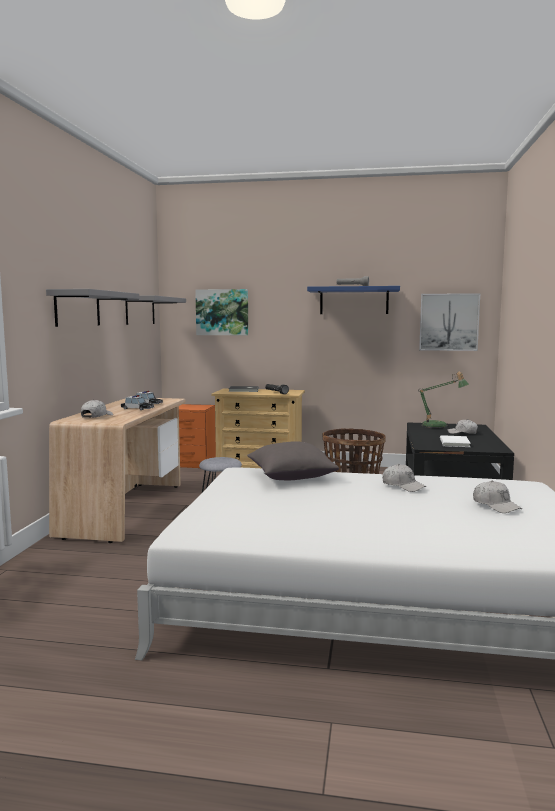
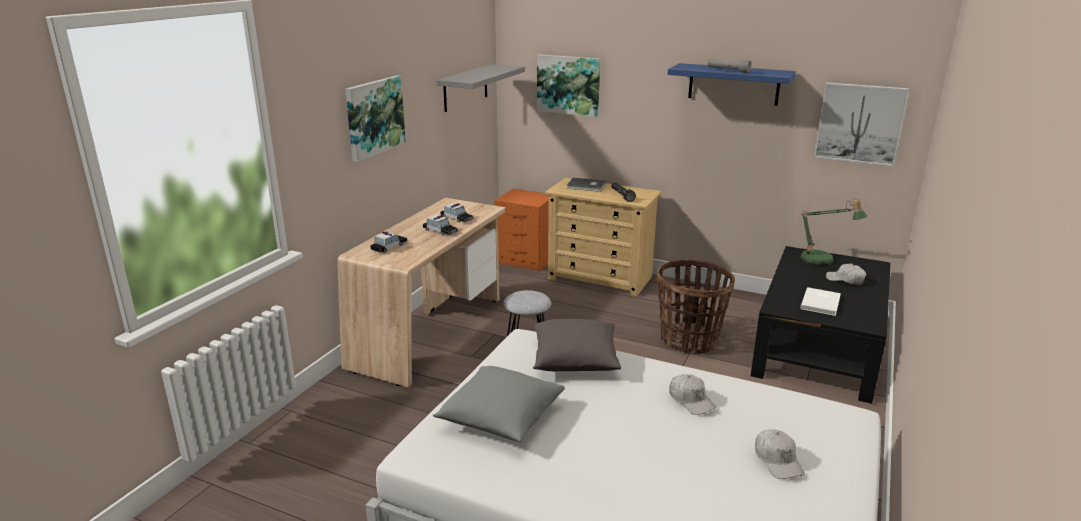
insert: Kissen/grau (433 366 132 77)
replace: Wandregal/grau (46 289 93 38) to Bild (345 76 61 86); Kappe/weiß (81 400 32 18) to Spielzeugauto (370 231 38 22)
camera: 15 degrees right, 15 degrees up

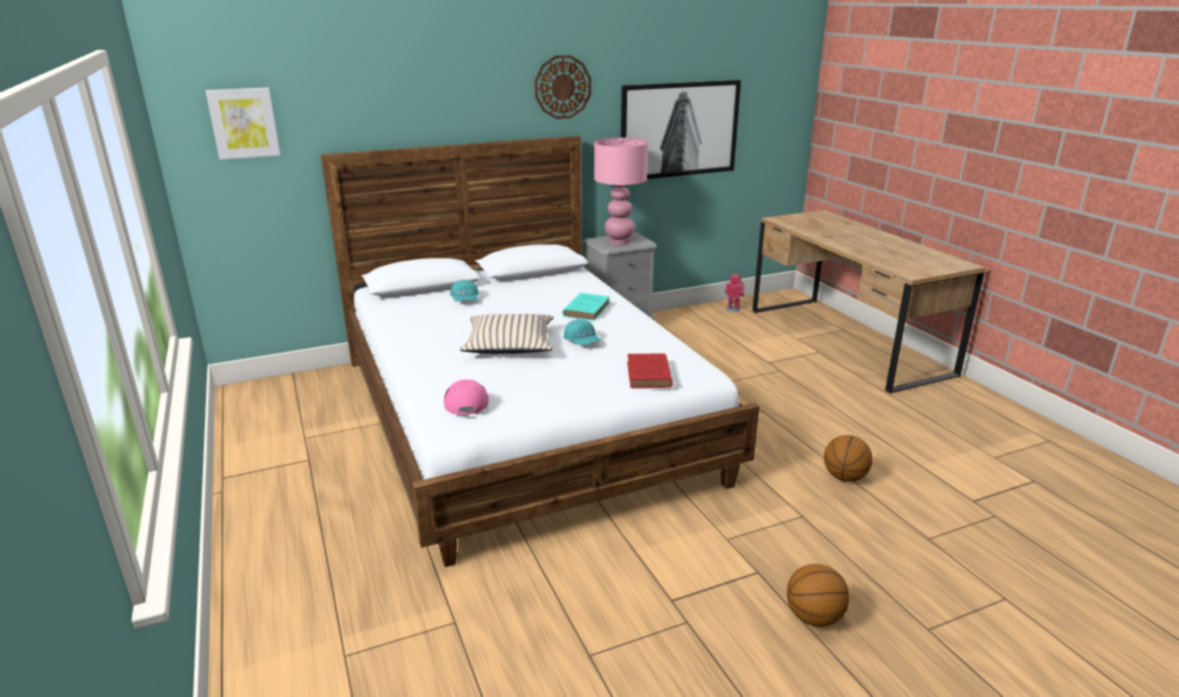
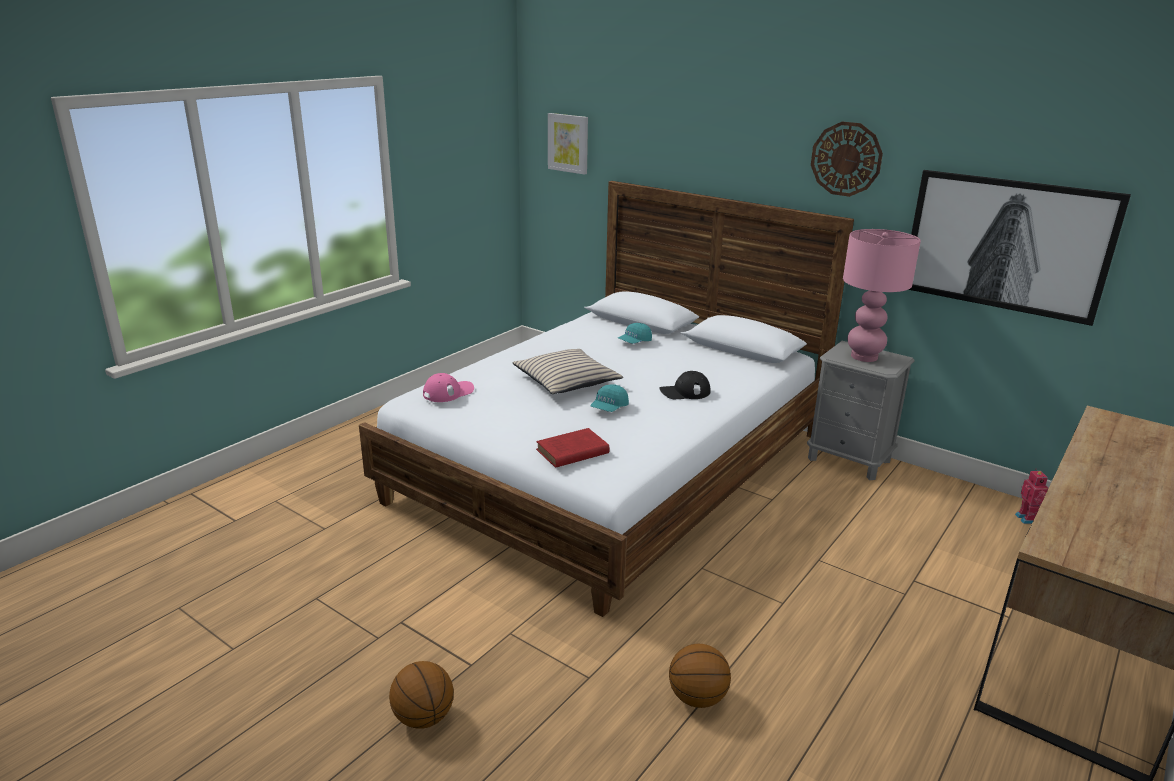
replace: Buch/türkis (563 293 47 28) to Kappe/schwarz (659 371 52 28)
camera: 60 degrees right, 0 degrees up

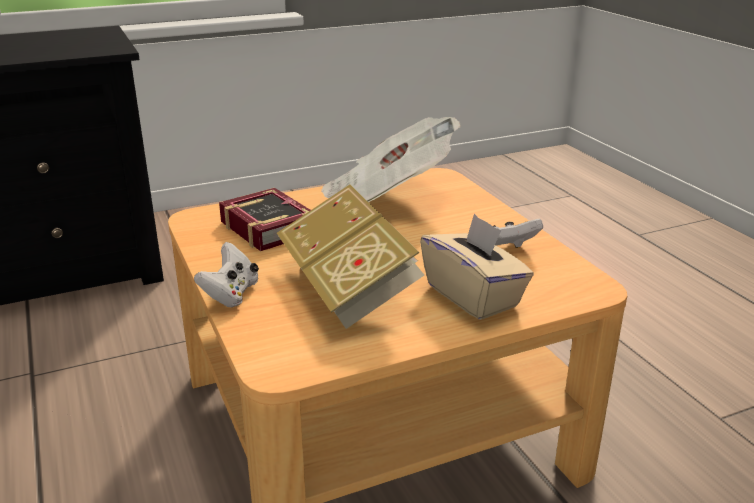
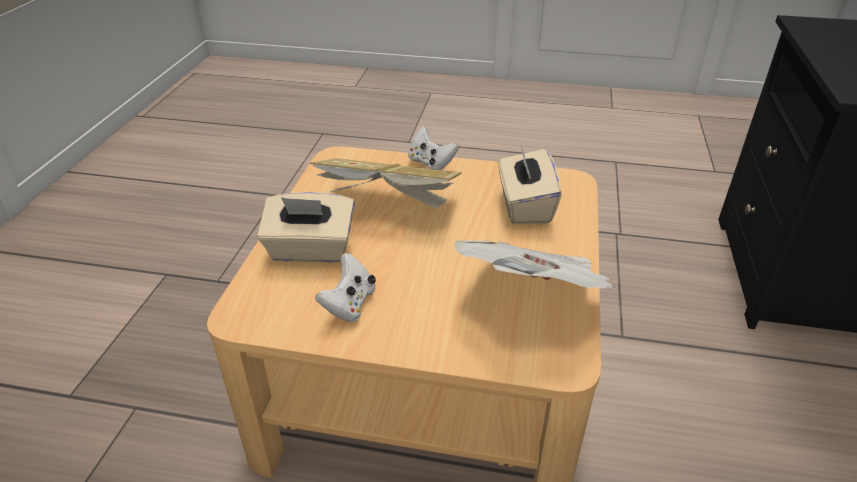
replace: Buch (219 188 91 63) to Taschentuchbox/beige (499 144 63 80)
camera: 125 degrees right, 10 degrees up

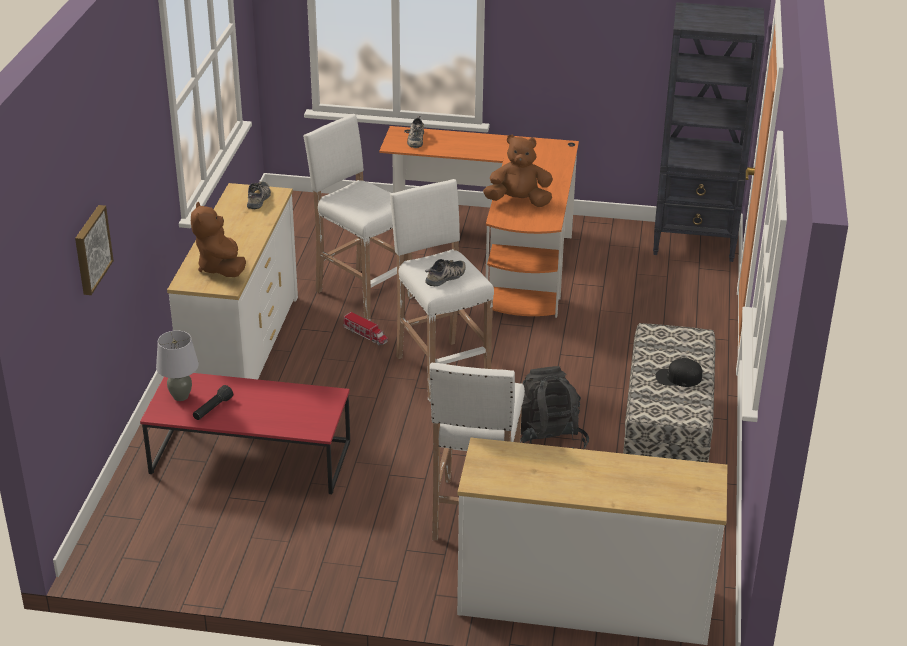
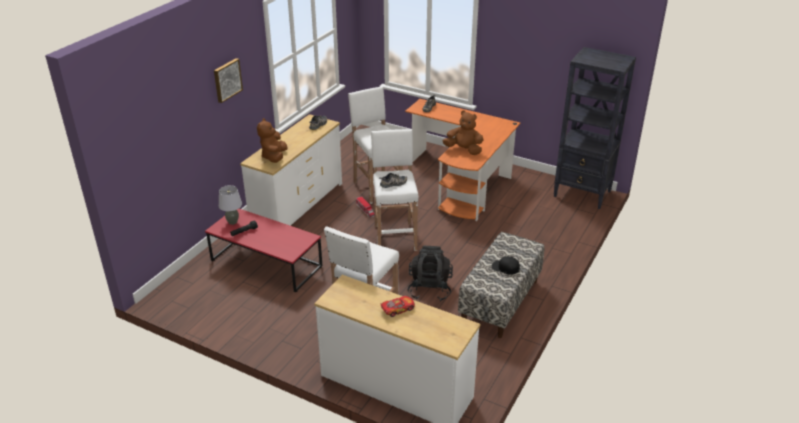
insert: Spielzeugauto (380 296 35 21)
move: Bild (75 205 39 90) to (214 58 29 45)
camera: 20 degrees right, 0 degrees up

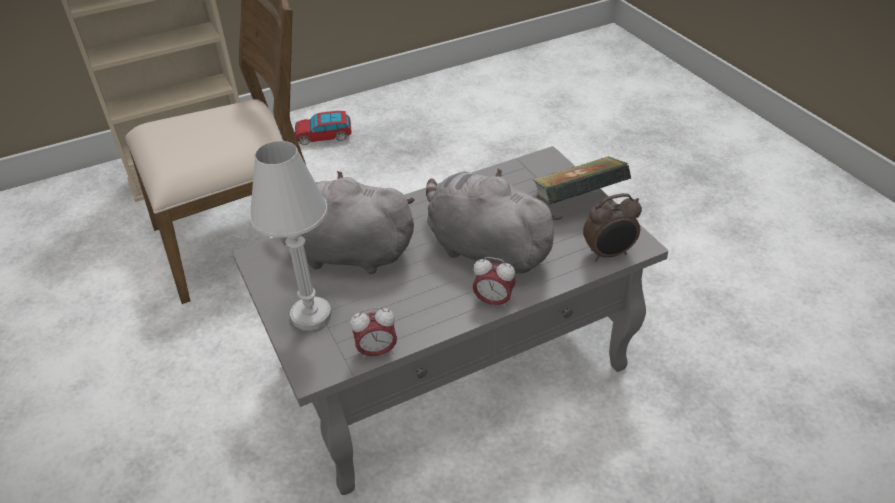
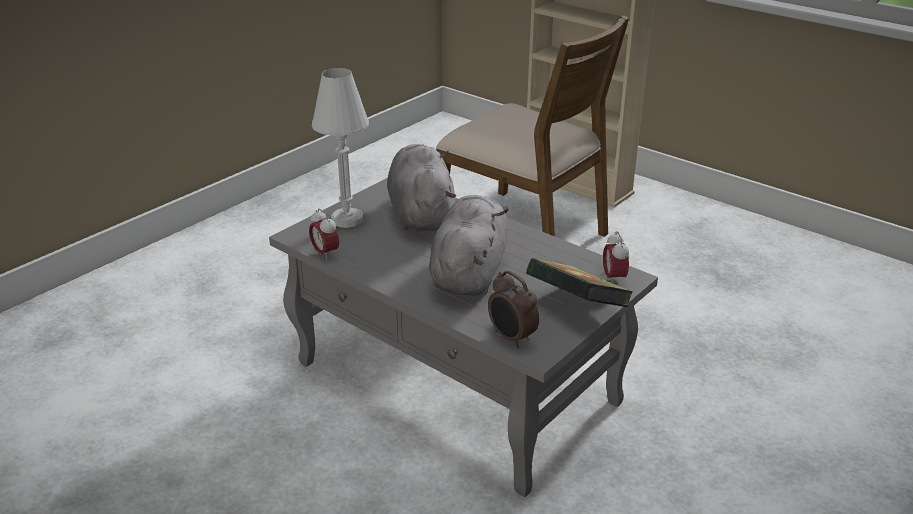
delete: Spielzeugauto (295 111 57 34)
move: Wecker (472 257 44 52) to (603 231 26 52)
camera: 65 degrees right, 10 degrees down

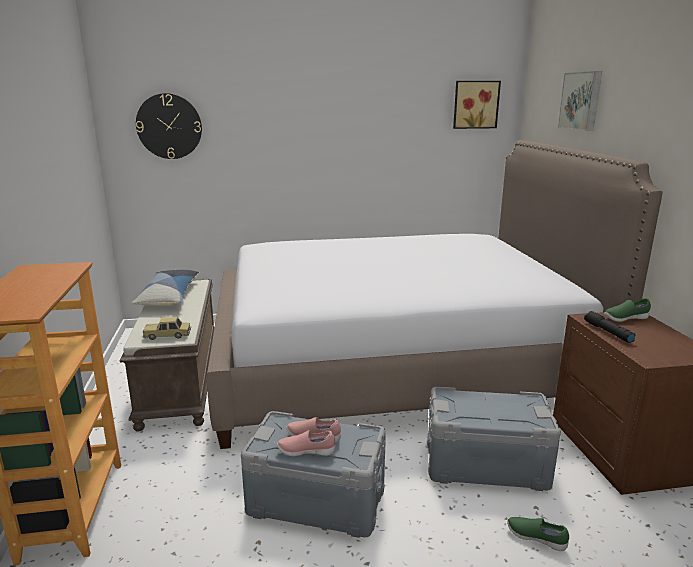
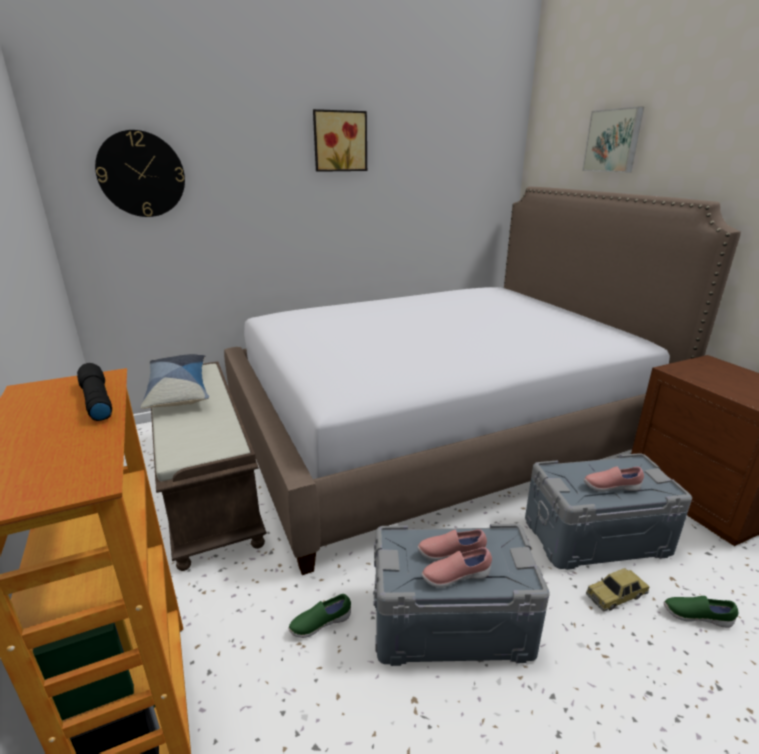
insert: Schuh/rosa (584 466 60 26)
move: Taschenlampe/schwarz (584 311 51 32) to (77 363 35 58); Schuh/grün (604 298 47 24) to (288 594 63 44); Bild (453 81 48 48) to (313 109 54 63); Spielzeugauto (143 317 48 23) to (586 568 64 44)
camera: 15 degrees left, 5 degrees up

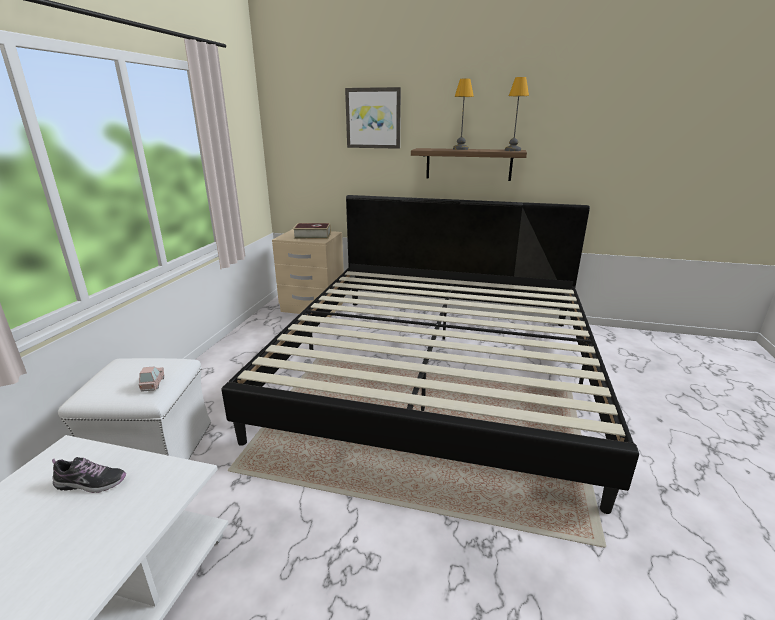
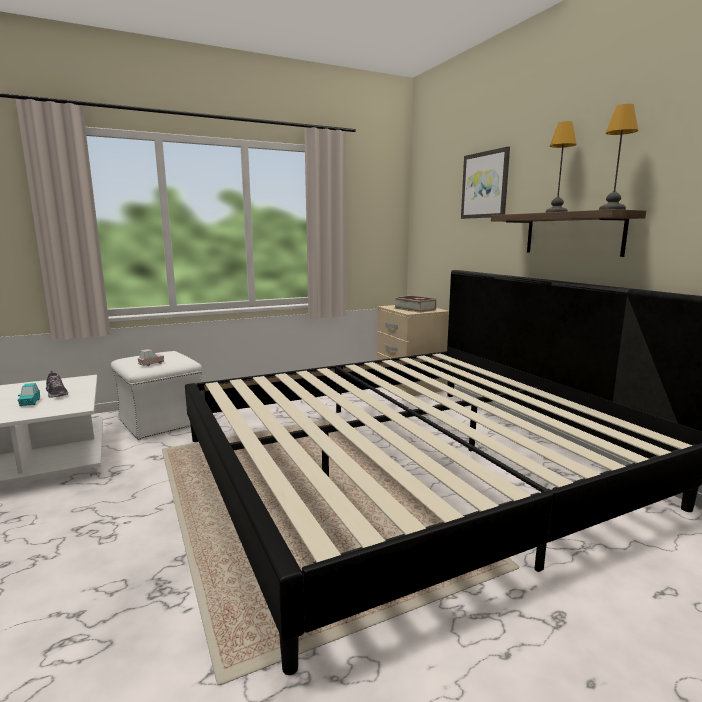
insert: Spielzeugauto/türkis (18 383 22 23)
camera: 50 degrees right, 10 degrees down

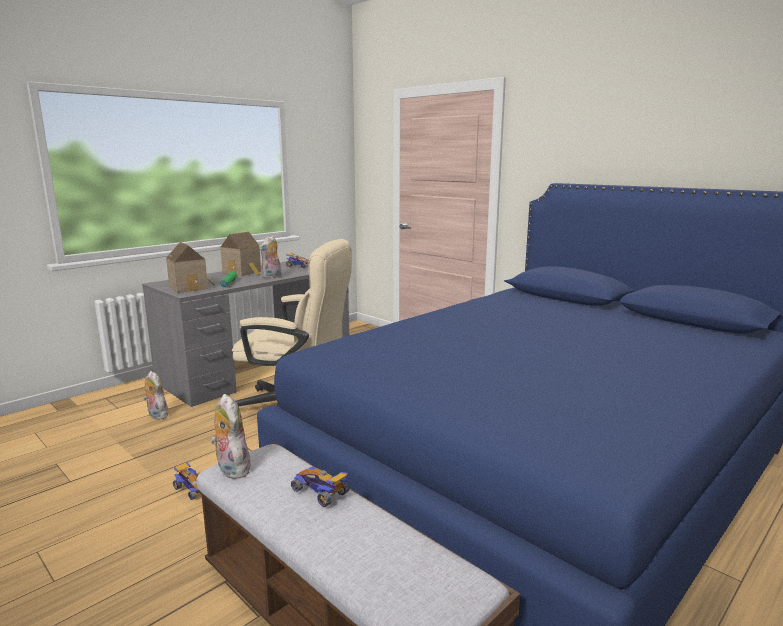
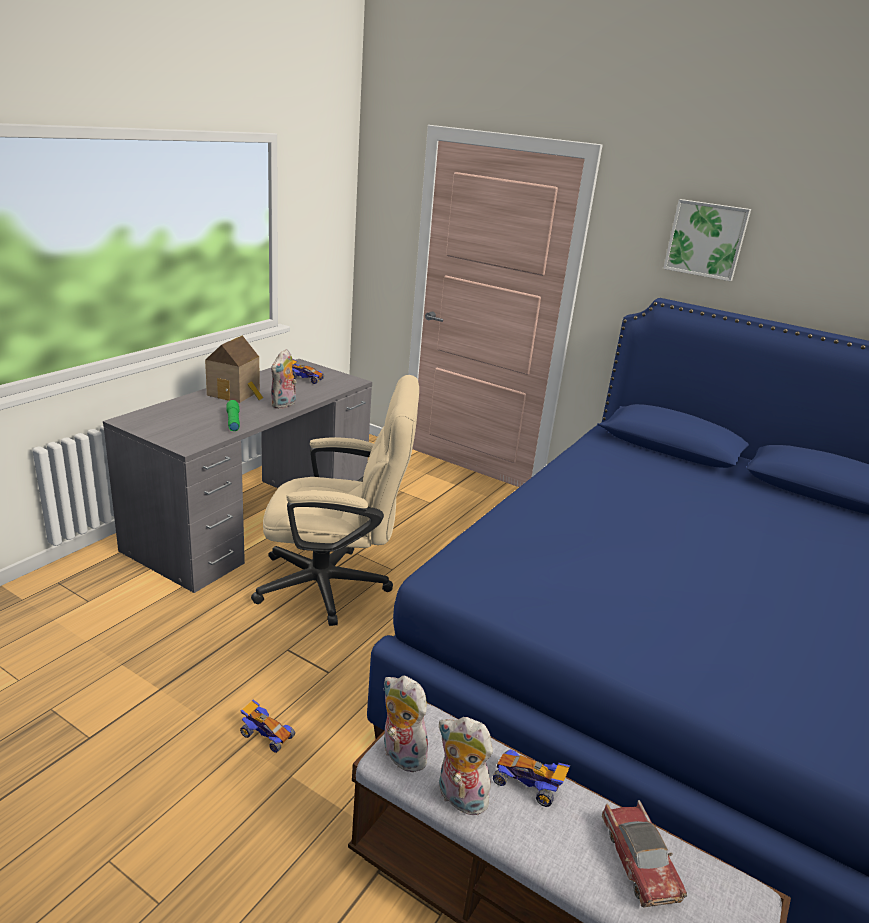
delete: Spielzeughaus (166 242 49 51)
insert: Spielzeugauto (602 800 85 108); Bild (663 199 88 82)
move: Plüschtier (143 371 25 49) to (439 717 54 98)
camera: 15 degrees left, 10 degrees up

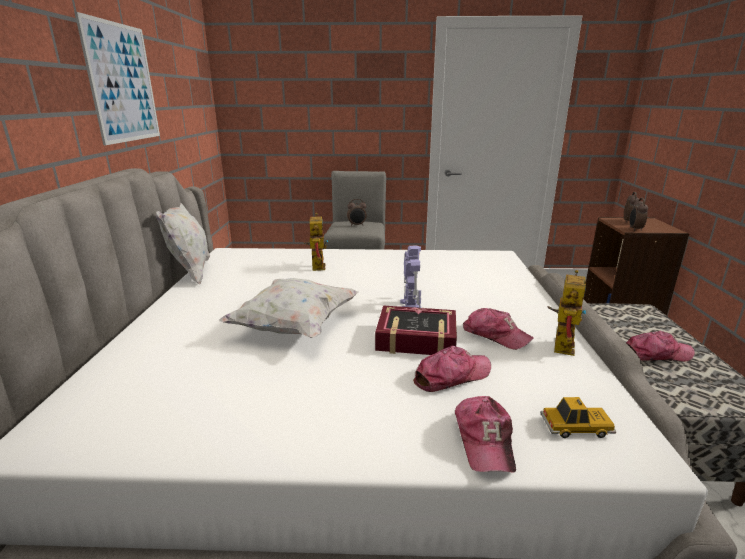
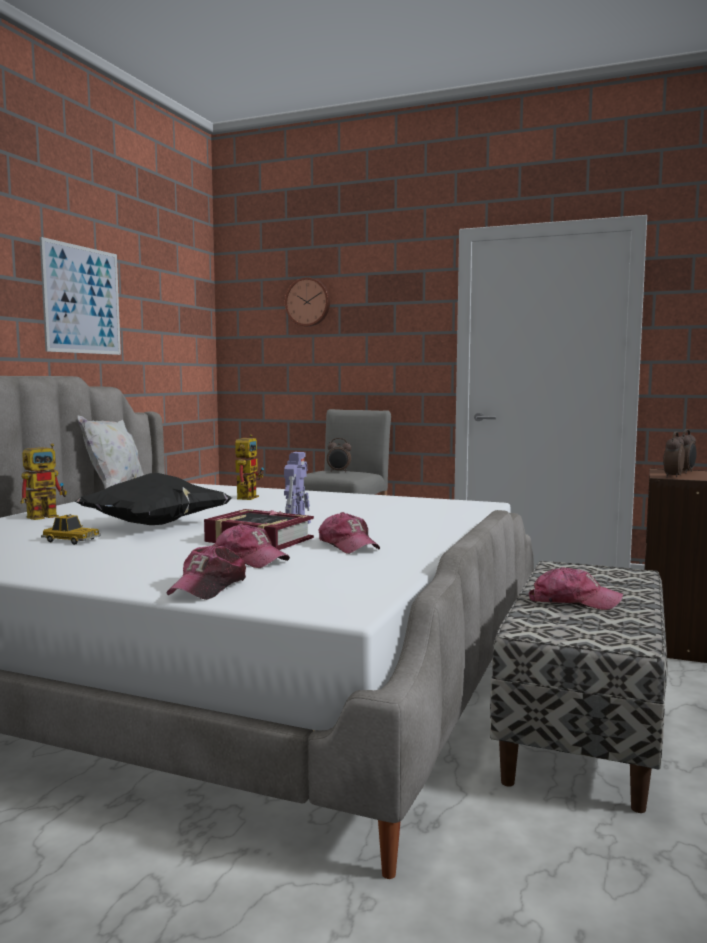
insert: Wanduhr (285 277 45 50)
move: Spielzeugroboter (548 270 38 86) to (20 444 47 76); Spielzeugauto (540 397 76 41) to (41 514 60 31)
recolor: Kissen/weiß (219 278 140 60) to Kissen/schwarz (75 473 157 52)
rotate: Kappe (413 346 78 46) = (213 524 77 44) 45 degrees clockwise
camera: 20 degrees right, 15 degrees down

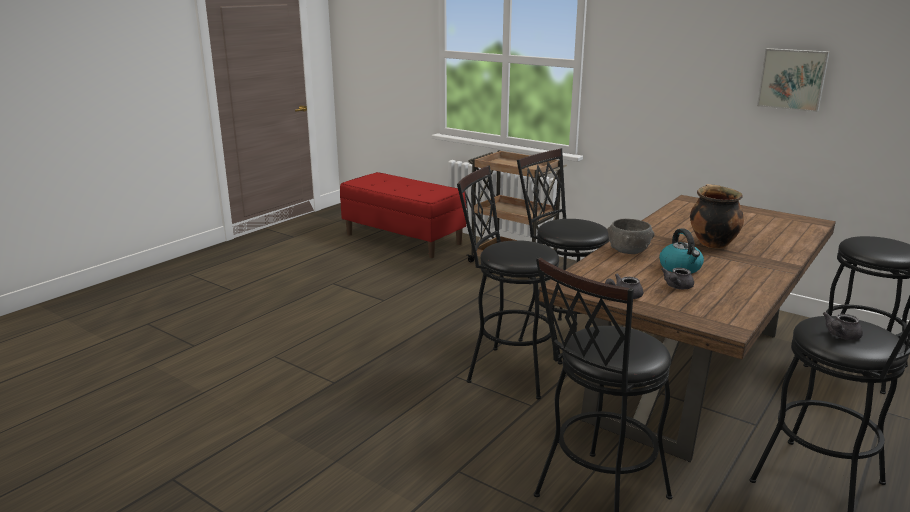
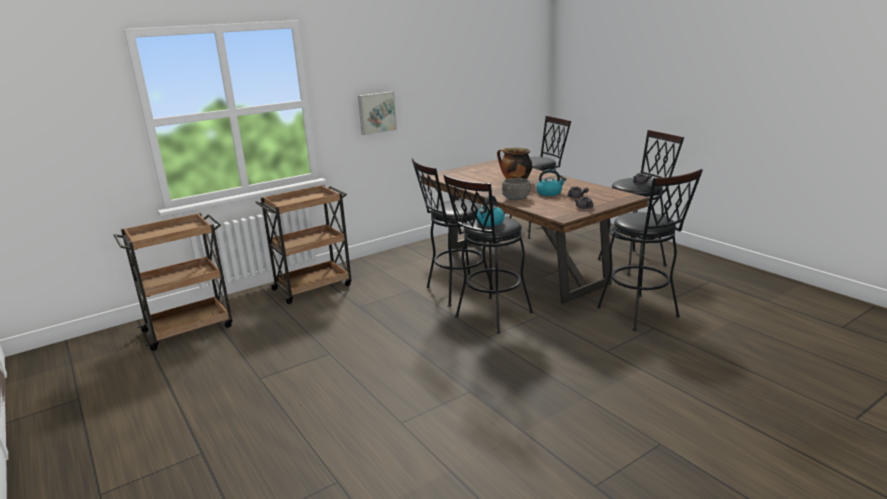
insert: Wasserkessel (476 196 29 30)
move: Bild (757 48 73 64) to (358 91 39 44)
replace: Bank/rot (340 172 127 86) to Rollwagen/braun (113 213 120 138)
camera: 70 degrees left, 0 degrees up

